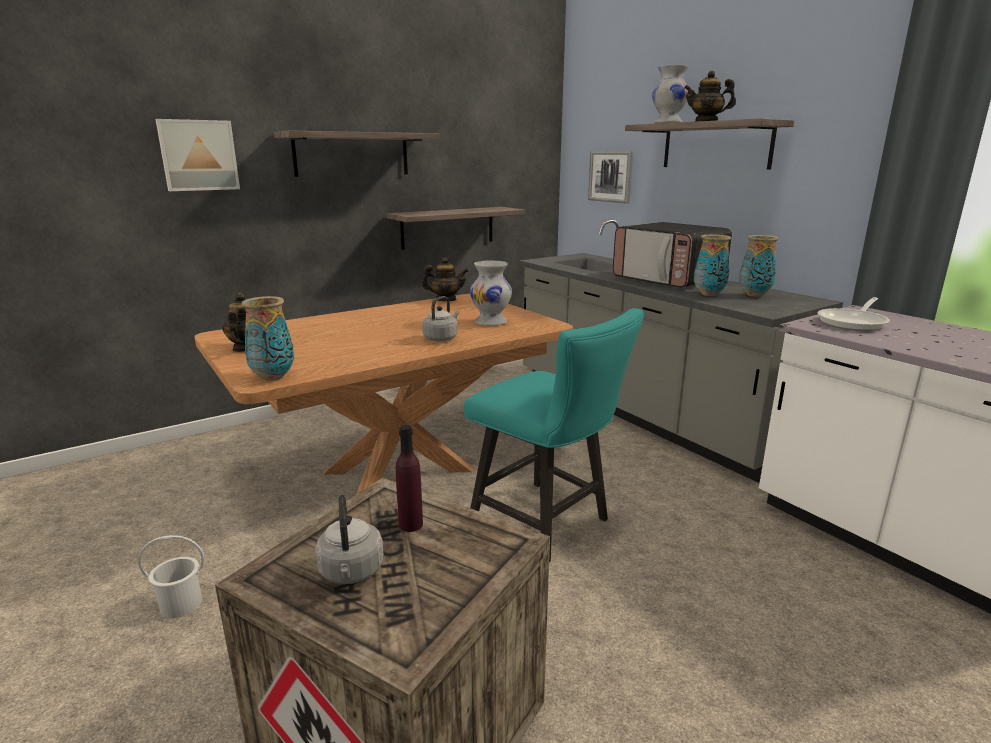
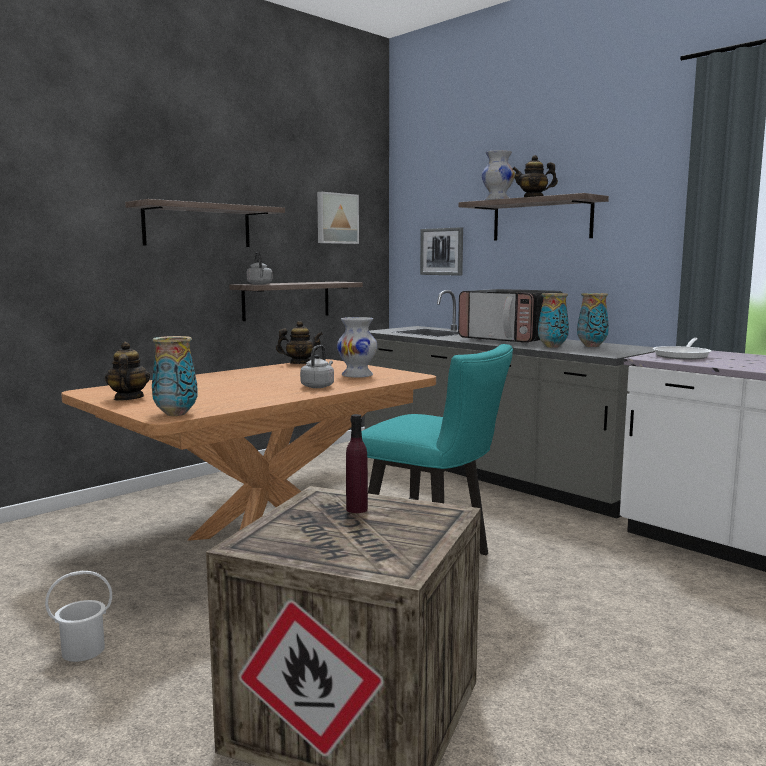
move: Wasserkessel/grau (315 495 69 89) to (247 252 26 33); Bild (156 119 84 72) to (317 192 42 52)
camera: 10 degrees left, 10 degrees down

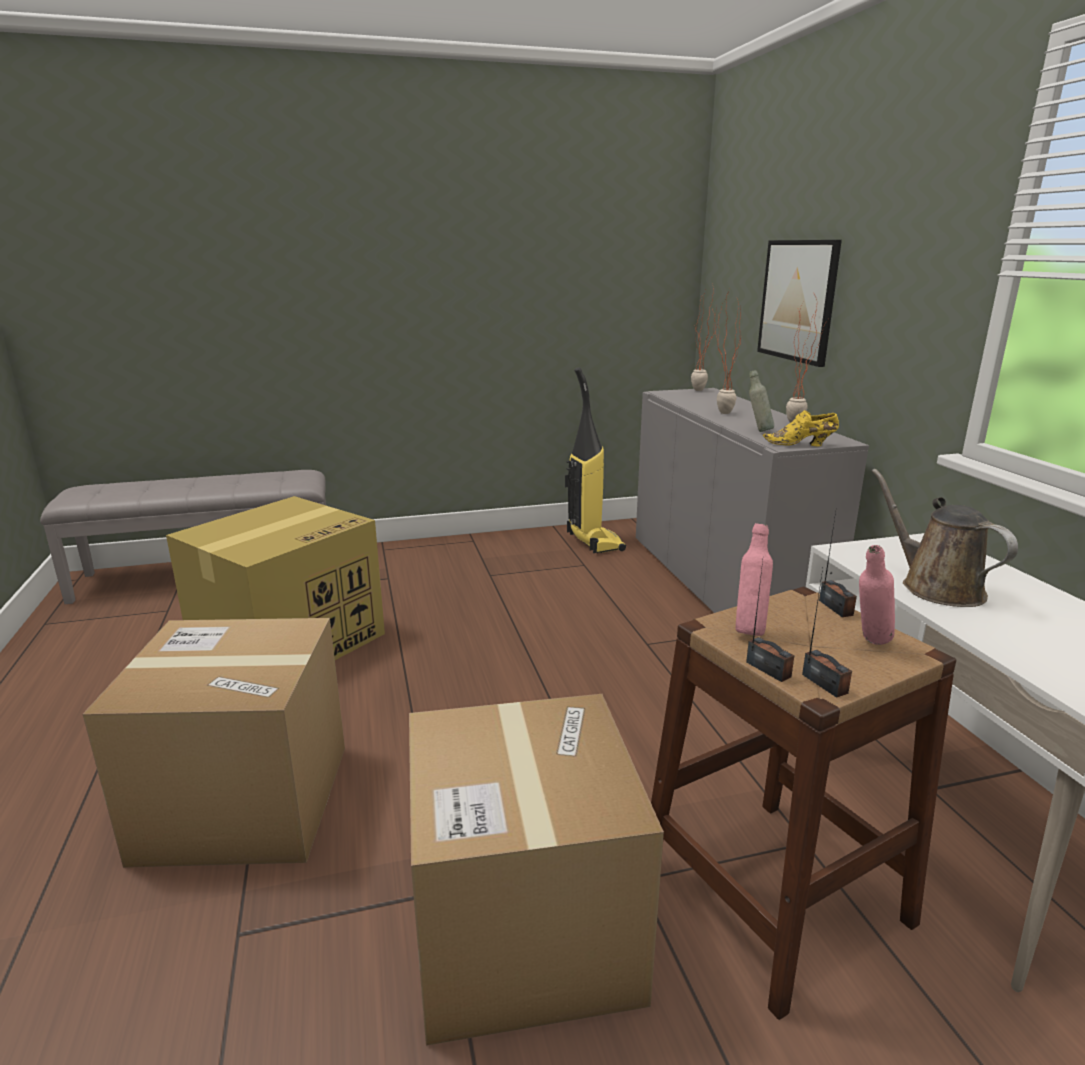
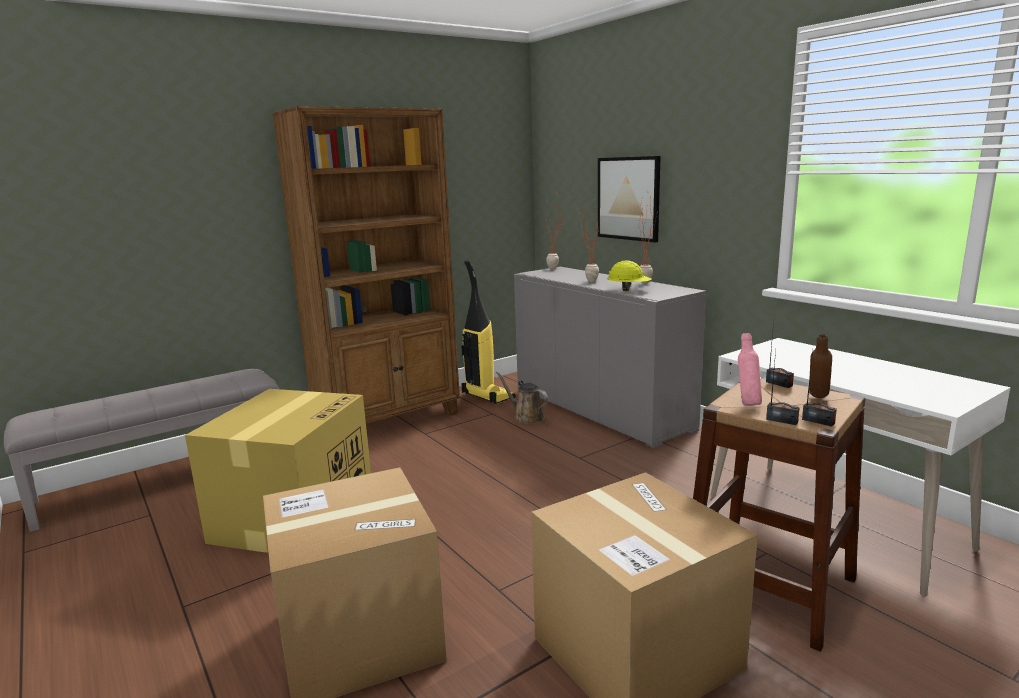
delete: Schuh/gelb (763 410 76 36)
insert: Bücherregal/braun (272 106 188 318)
move: Gießkanne/braun (872 469 146 138) to (496 371 52 53)
replace: Flasche/grau (749 370 25 62) to Schutzhelm/gelb (607 261 45 30)
recolor: Flasche/rosa (859 545 36 100) to Flasche/braun (809 334 23 64)
camera: 20 degrees left, 5 degrees down

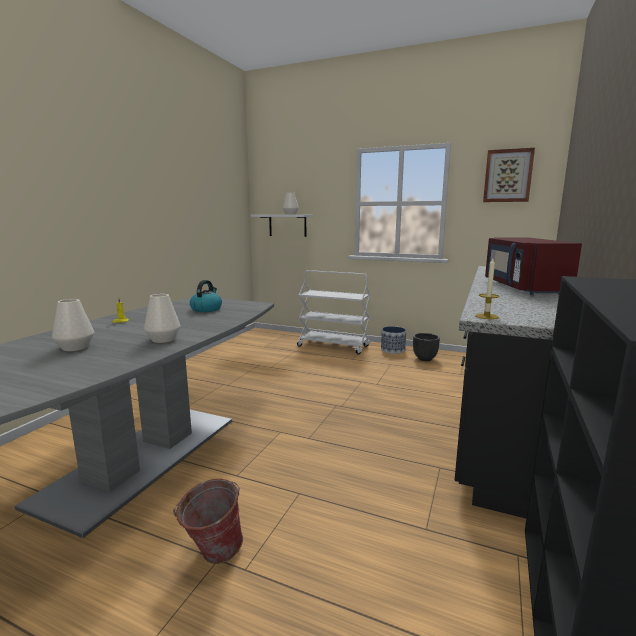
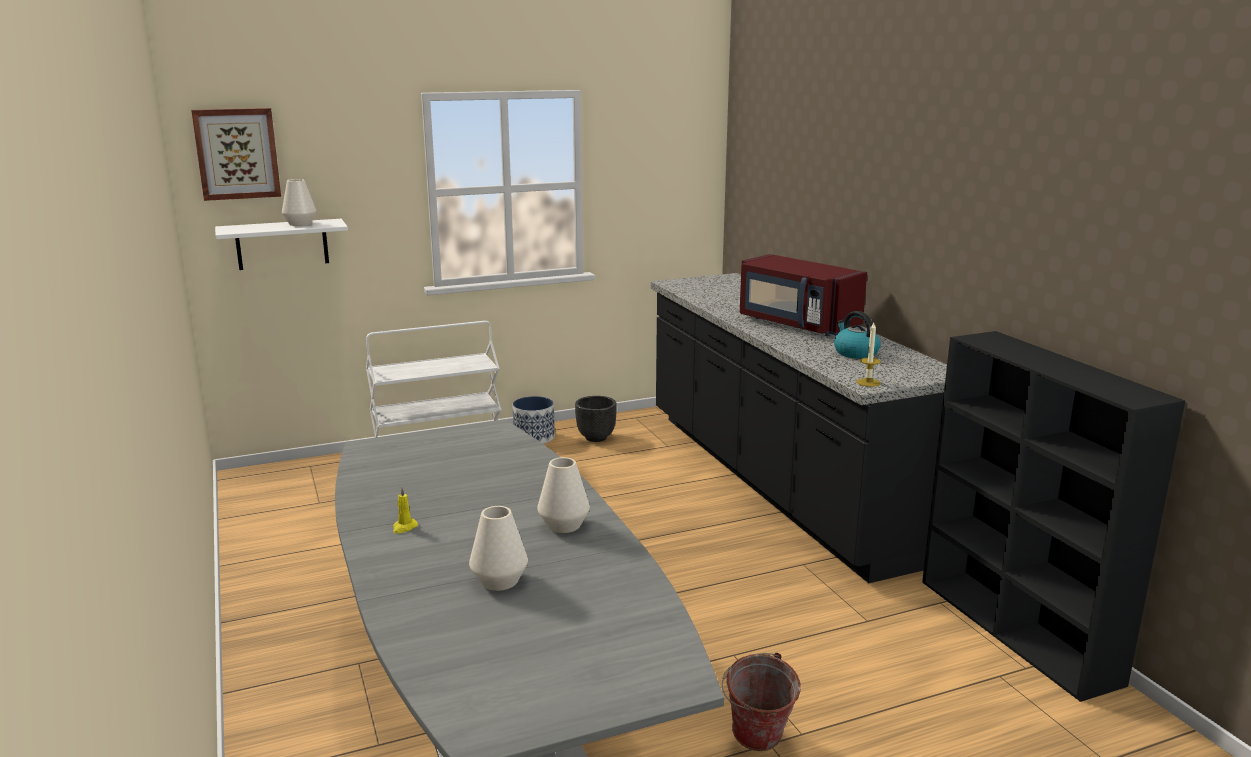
move: Bild (483 148 52 54) to (191 108 90 93); Wasserkessel (190 280 32 32) to (834 311 47 48)
camera: 45 degrees left, 5 degrees up

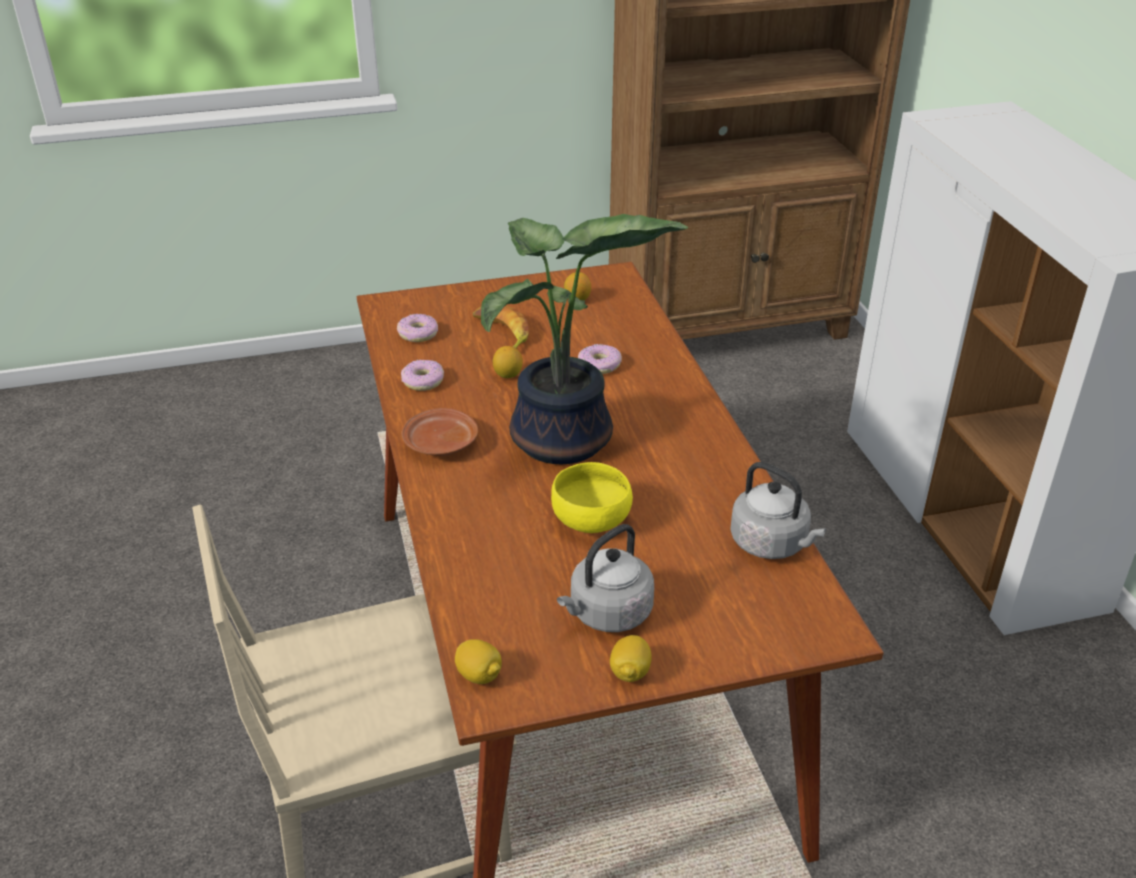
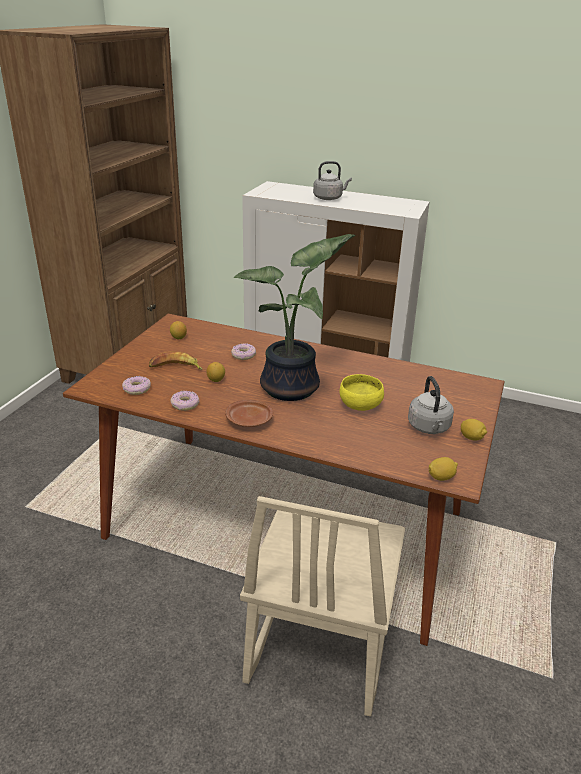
move: Wasserkessel/grau (730 462 96 97) to (313 161 39 39)
camera: 55 degrees left, 5 degrees down

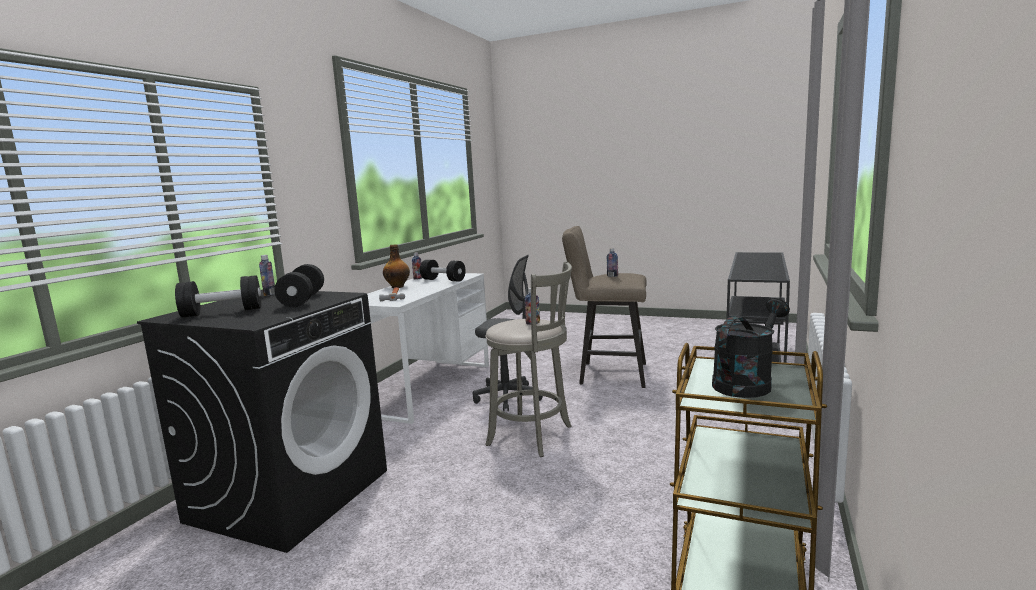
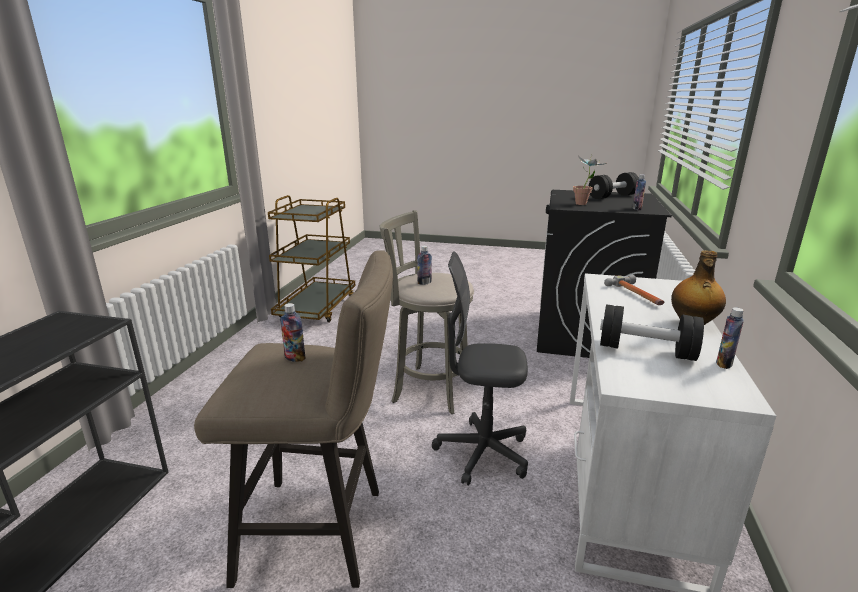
delete: Gießkanne/schwarz (712 298 78 100)
replace: Hantel/schwarz (274 264 50 43) to Topfpflanze (573 154 35 51)
camera: 170 degrees right, 10 degrees up

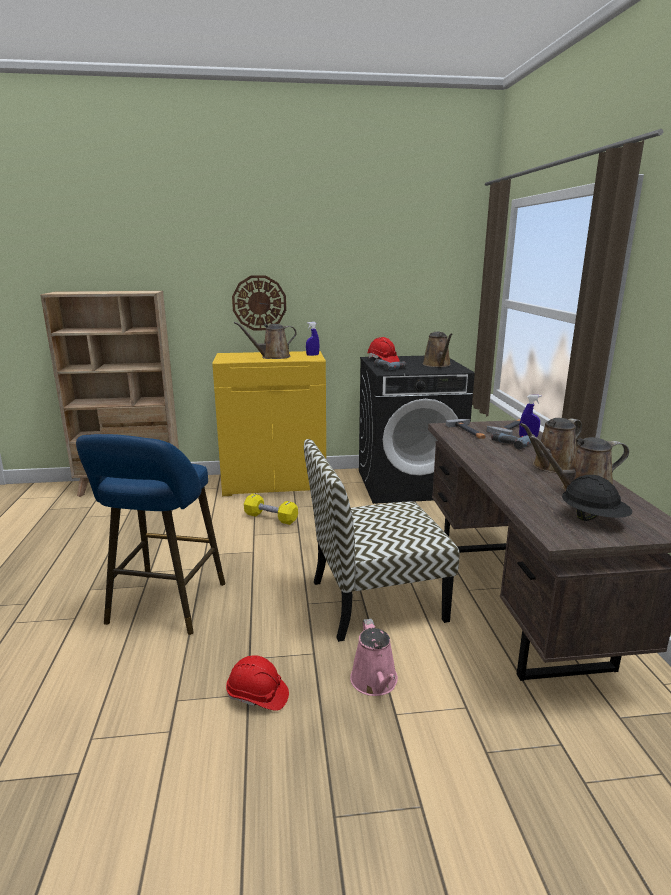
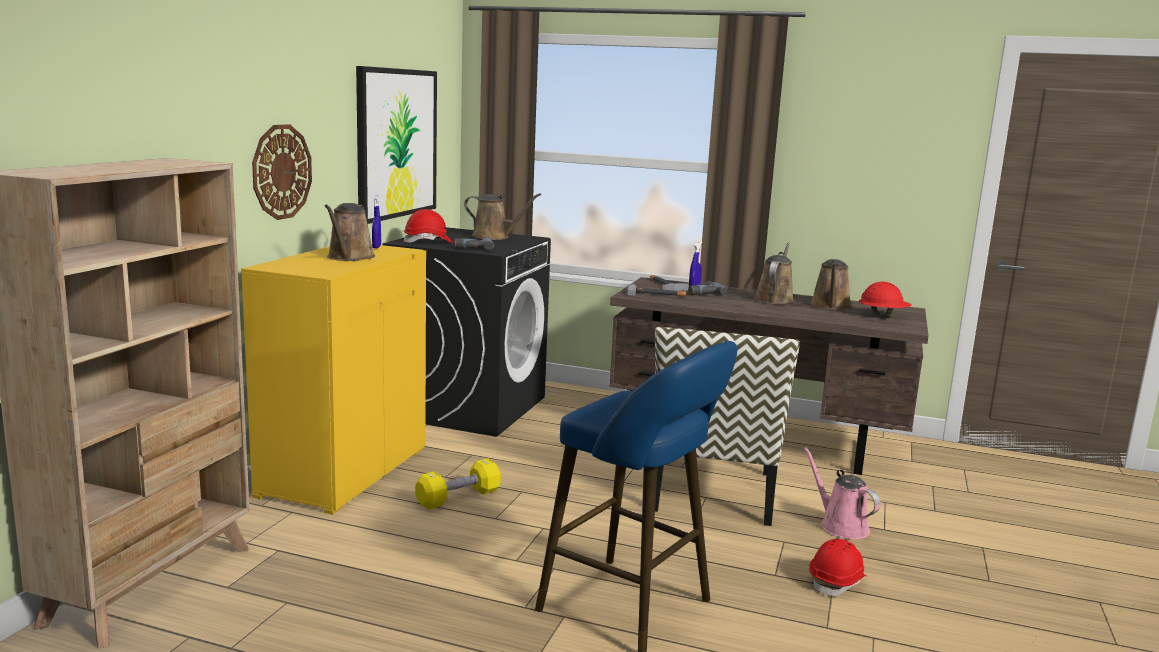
insert: Bild (356 66 81 158)
recolor: Schutzhelm/schwarz (562 475 70 46) to Schutzhelm/rot (859 282 53 36)
rotate: Gießkanne/braun (520 418 62 55) = (754 242 40 63) 150 degrees counterclockwise; Gießkanne/rosa (350 619 48 77) = (804 447 77 92) 135 degrees counterclockwise
camera: 65 degrees left, 5 degrees down

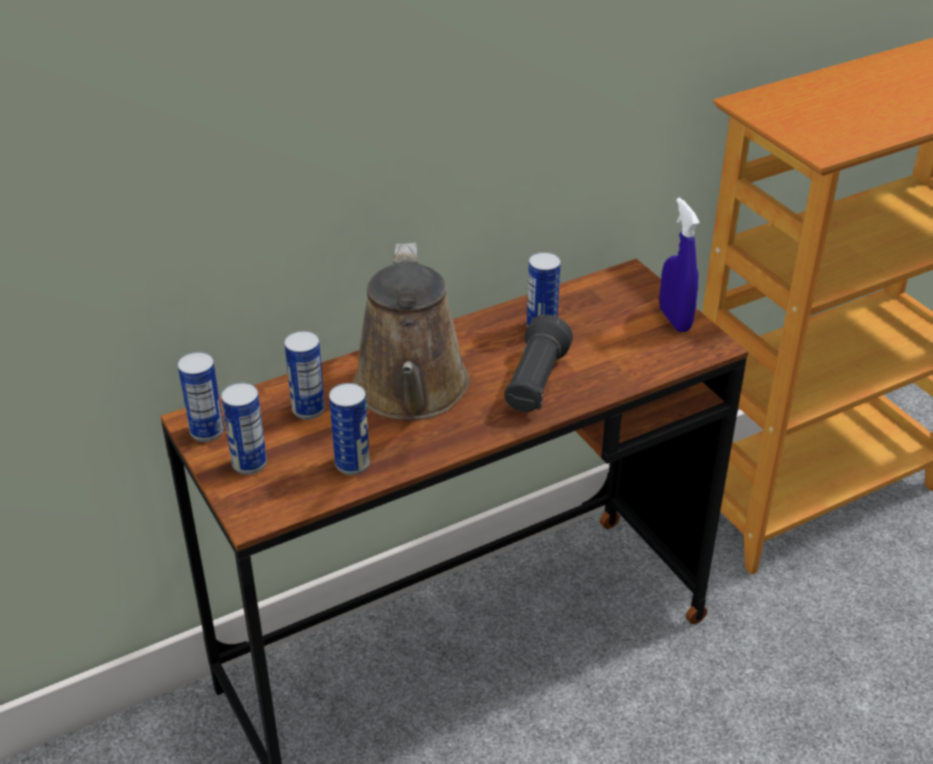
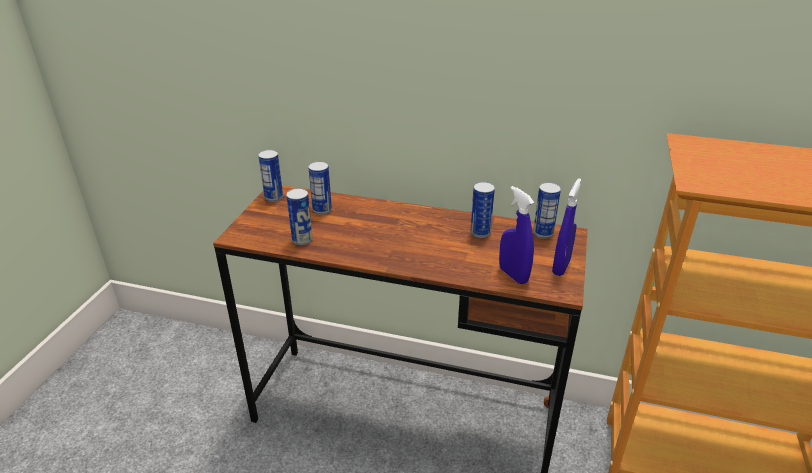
delete: Gießkanne/braun (354 243 116 177); Taschenlampe/schwarz (504 314 69 98)
insert: Sprühflasche/blau (499 186 35 98)
move: Dose (221 383 46 92) to (533 182 28 57)
camera: 45 degrees right, 5 degrees down

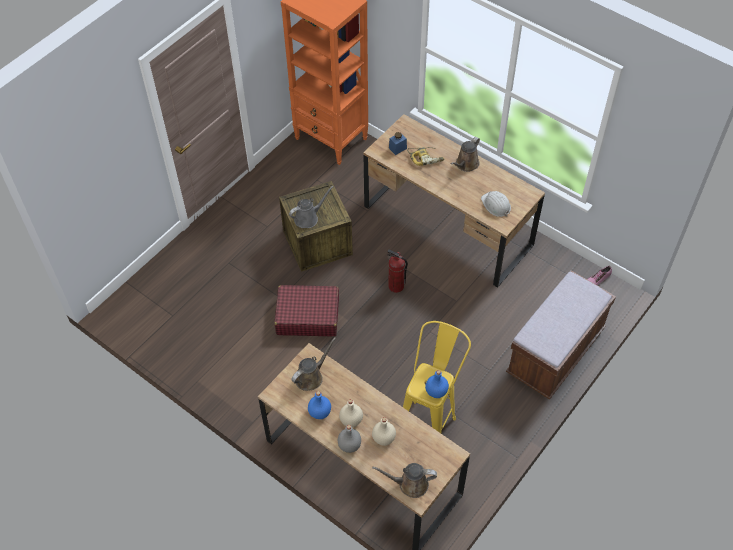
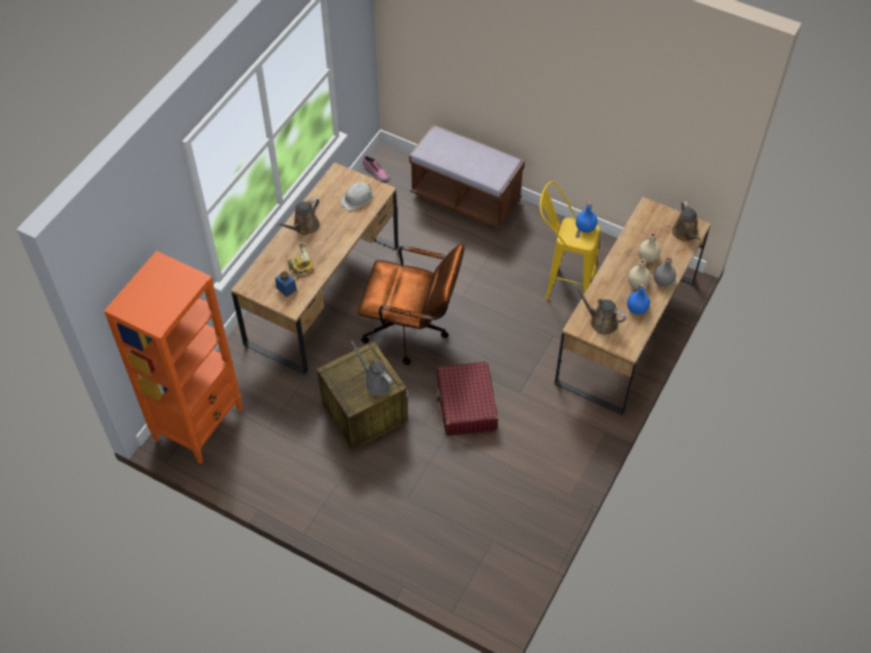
replace: Feuerlöscher (387 250 21 43) to Bürostuhl/braun (358 244 106 121)
rotate: Gießkanne/braun (451 137 29 35) = (276 197 43 38) 105 degrees clockwise
camera: 100 degrees left, 0 degrees up

